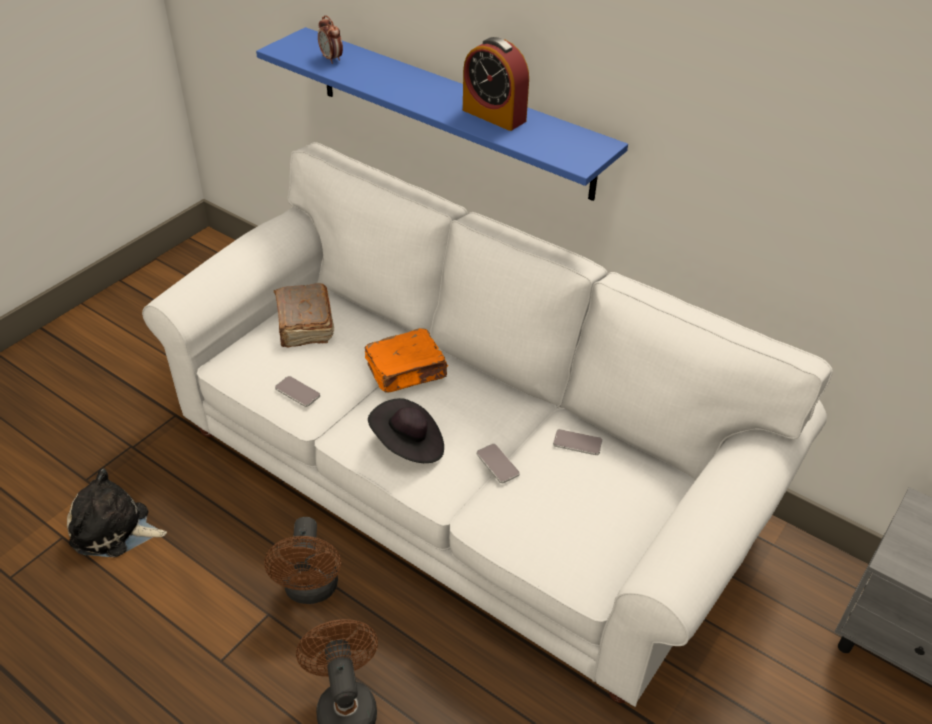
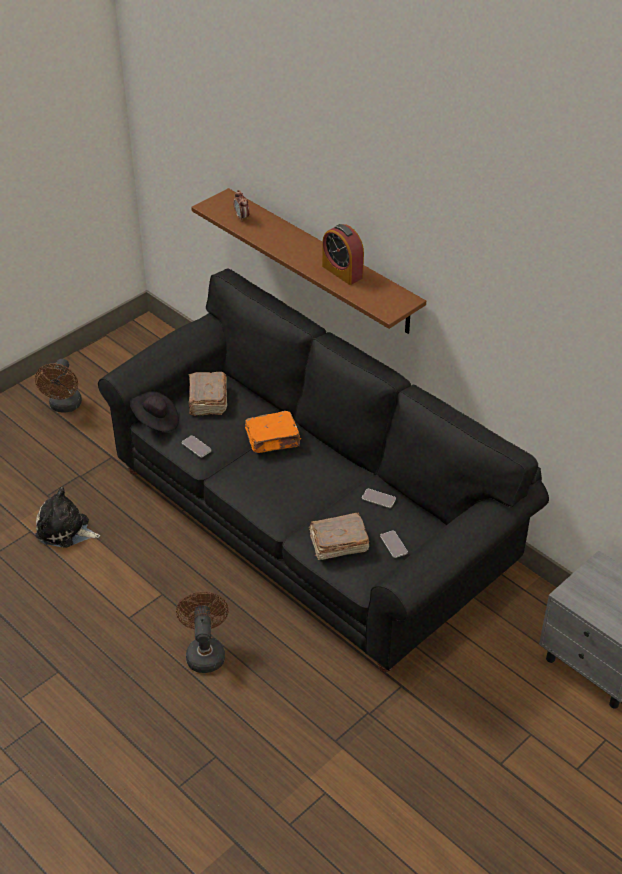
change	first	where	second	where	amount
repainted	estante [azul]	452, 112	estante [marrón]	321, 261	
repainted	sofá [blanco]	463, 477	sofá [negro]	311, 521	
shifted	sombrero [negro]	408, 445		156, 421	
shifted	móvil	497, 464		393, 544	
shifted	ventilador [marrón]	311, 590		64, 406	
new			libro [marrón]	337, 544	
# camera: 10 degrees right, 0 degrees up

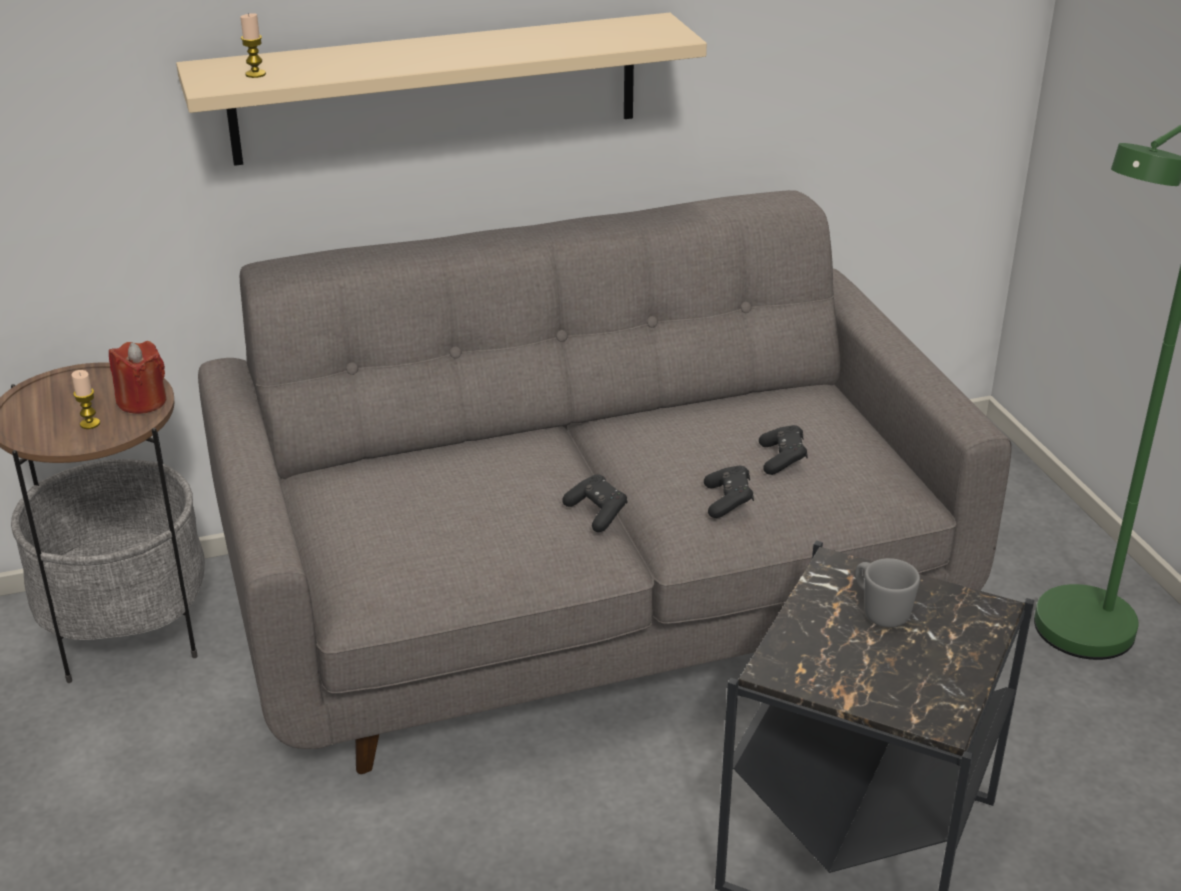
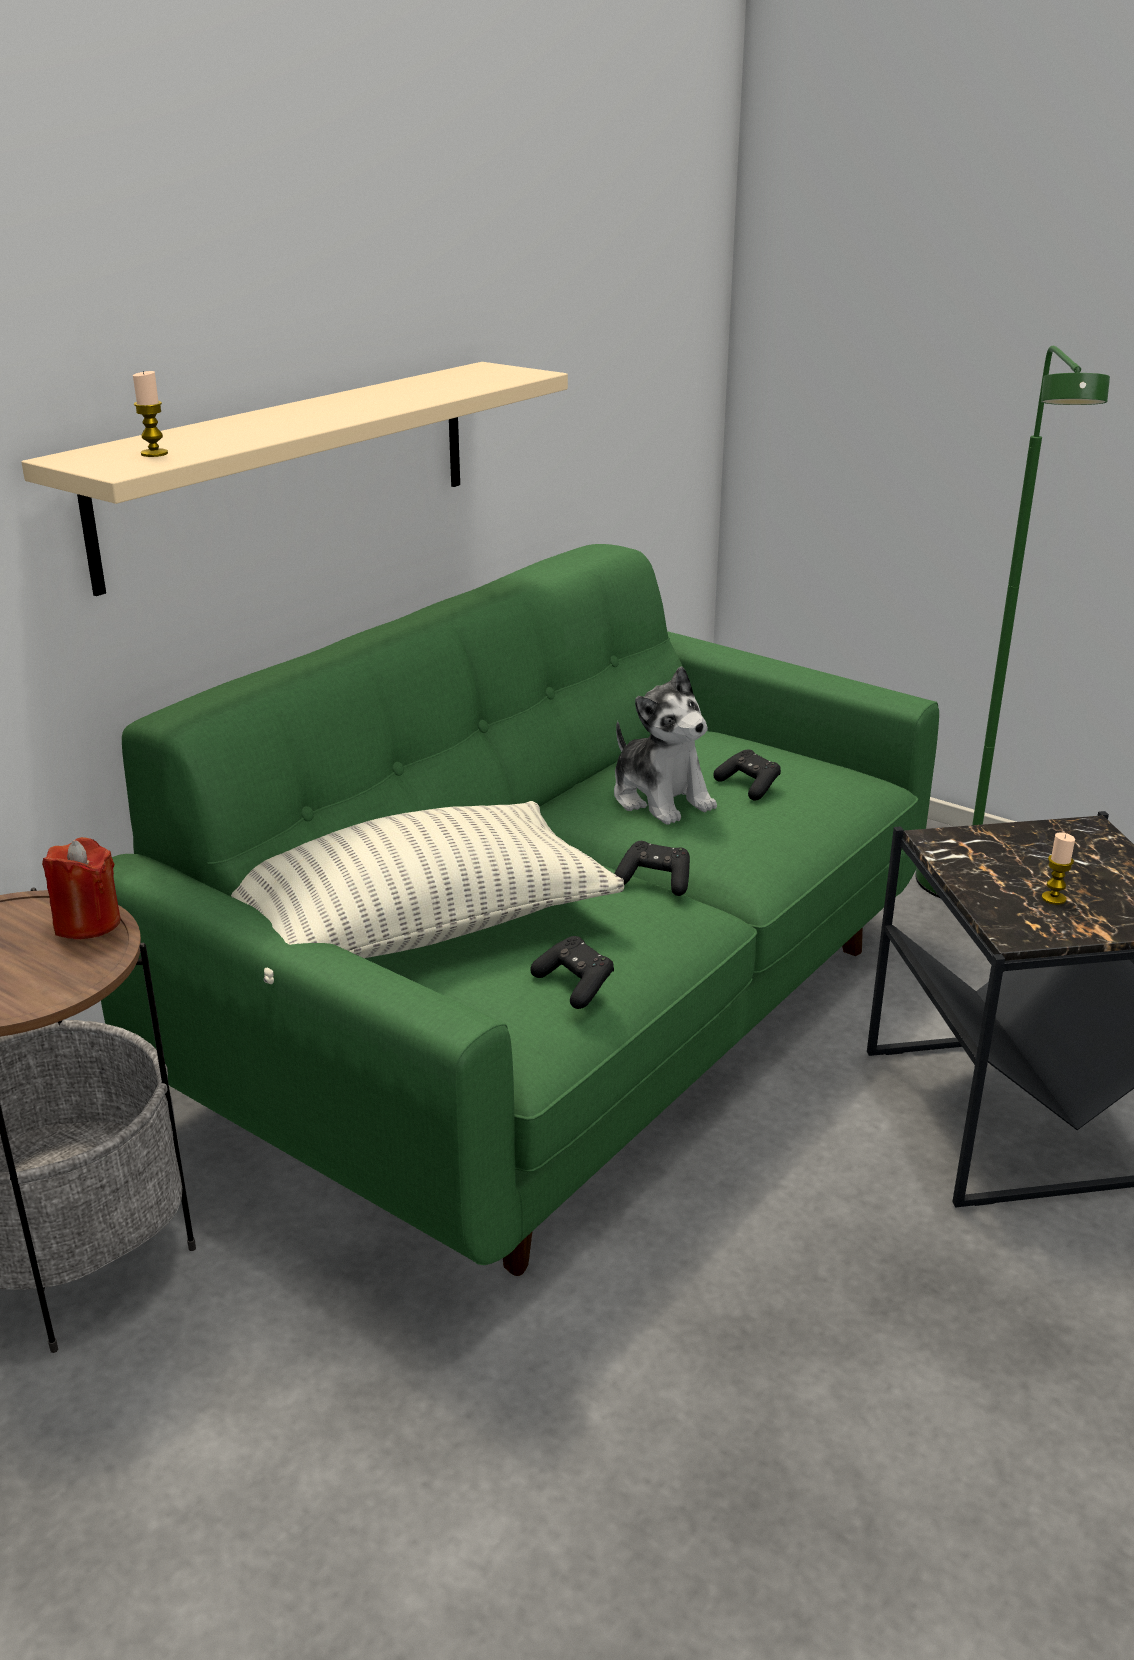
change	first	where	second	where	amount
repainted	sofá [gris]	591, 606	sofá [verde]	565, 1020	
shifted	vela	90, 424		1053, 898	
shifted	mando de consola [negro]	728, 501		575, 985	
gone	taza grande [gris]	880, 612			
new			peluche	661, 798	
new			cojín	419, 929	
# camera: 35 degrees left, 5 degrees down

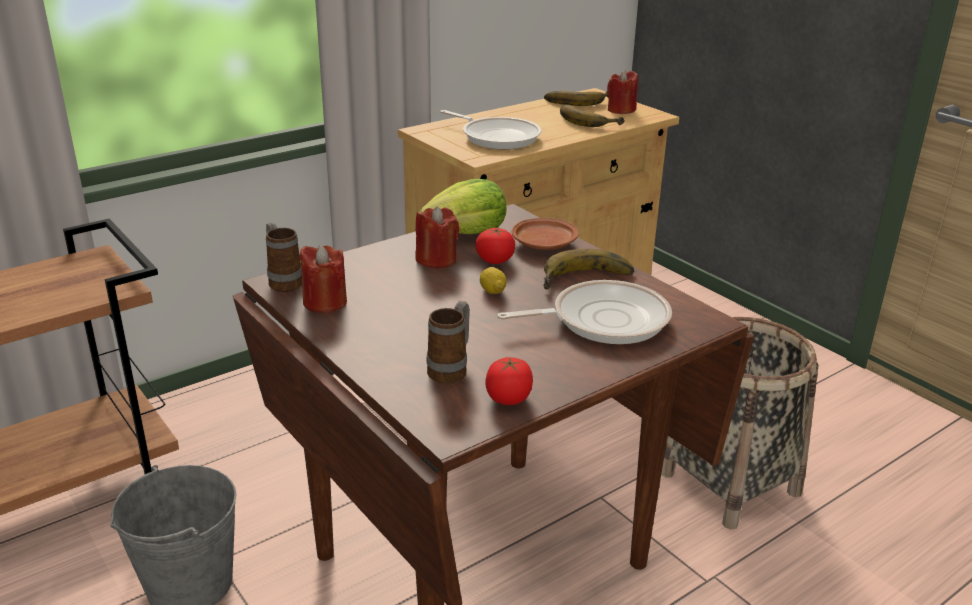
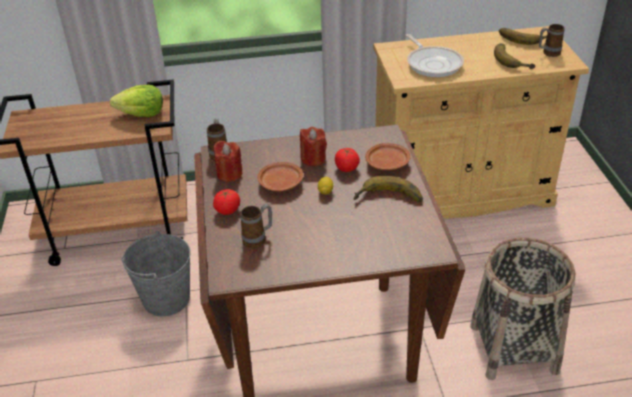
change	first	where	second	where	amount
swapped	vela [rojo]	621, 110	taza grande	548, 53	
shifted	lechuga	466, 233		142, 114	
gone	sartén	603, 320			
shifted	tomate	508, 398		227, 210	
new			plato [marrón]	281, 183	
# camera: 30 degrees right, 10 degrees up

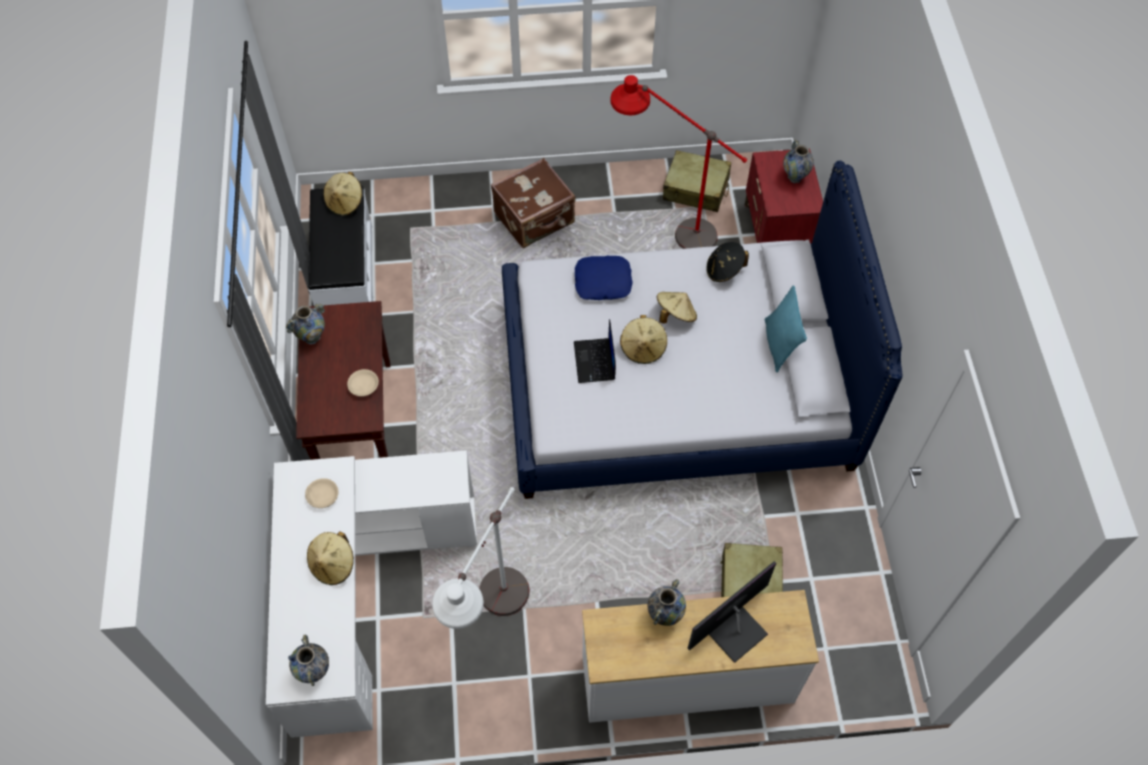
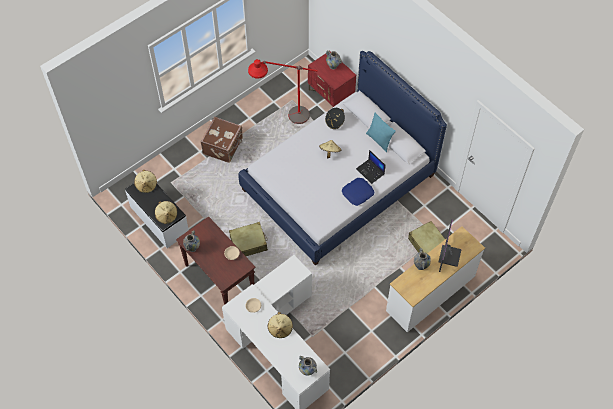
change	first	where	second	where	amount
shifted	maleta [beis]	696, 189		248, 243	
shifted	cojín [azul]	603, 282		358, 193	
shifted	sombrero [beis]	643, 348		166, 216	
shifted	portátil	595, 361		370, 171	
gone	lámpara de pie [blanco]	492, 625			
# camera: 35 degrees left, 0 degrees up

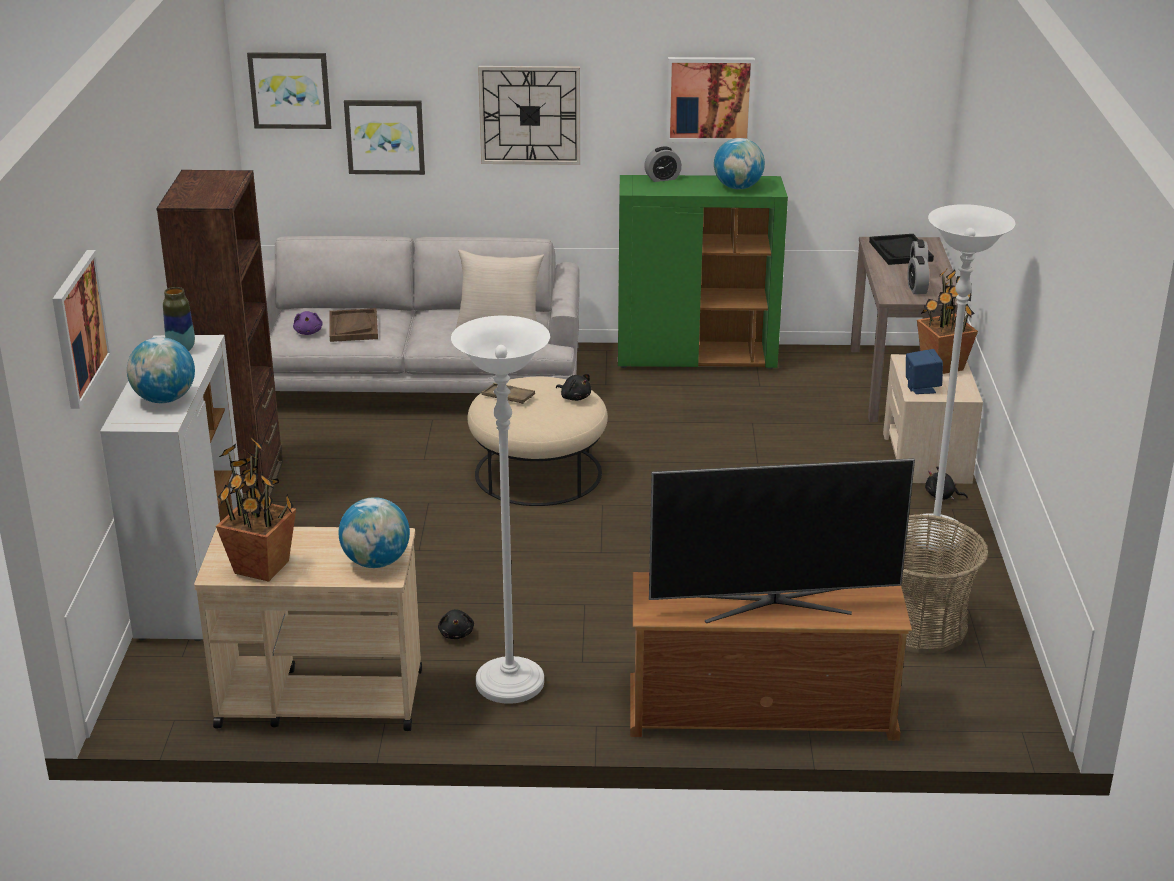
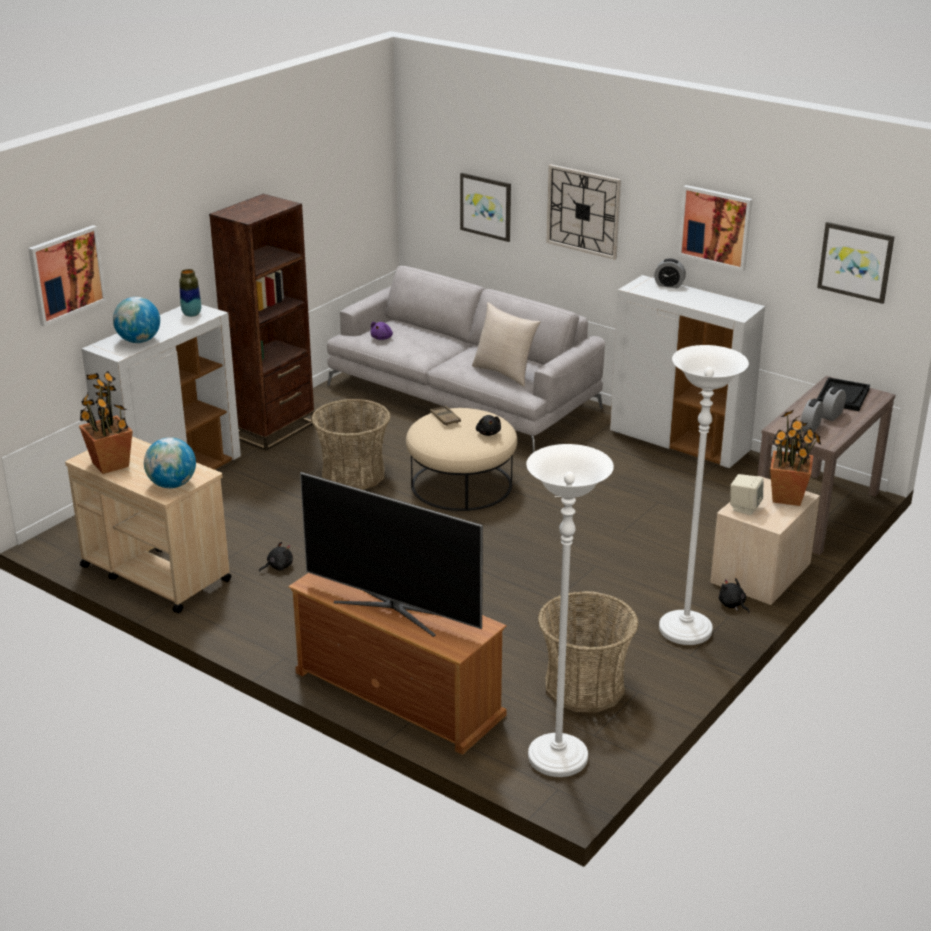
change	first	where	second	where	amount
shifted	cuadro	290, 90		855, 262	
gone	globo terráqueo	738, 187			
repainted	armario [verde]	697, 357	armario [blanco]	680, 442	
gone	bandeja [marrón]	353, 327			
shifted	lámpara de pie [blanco]	510, 684		557, 758	
repainted	altavoz [azul]	921, 388	altavoz [beis]	744, 507	
rotated	peluche [negro]	456, 633		278, 567	150 degrees counterclockwise
new			cesta	353, 474	
# camera: 35 degrees right, 0 degrees up

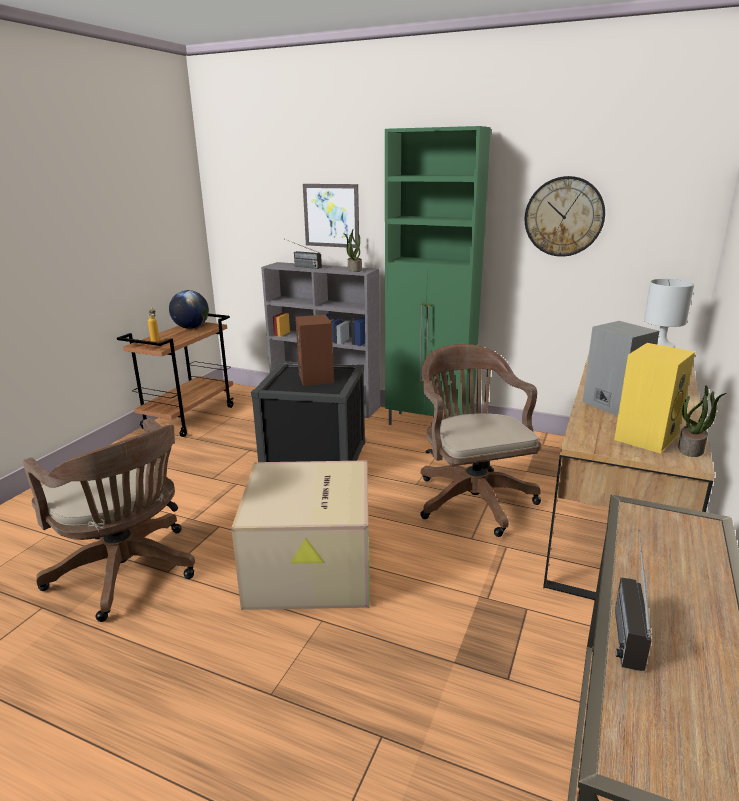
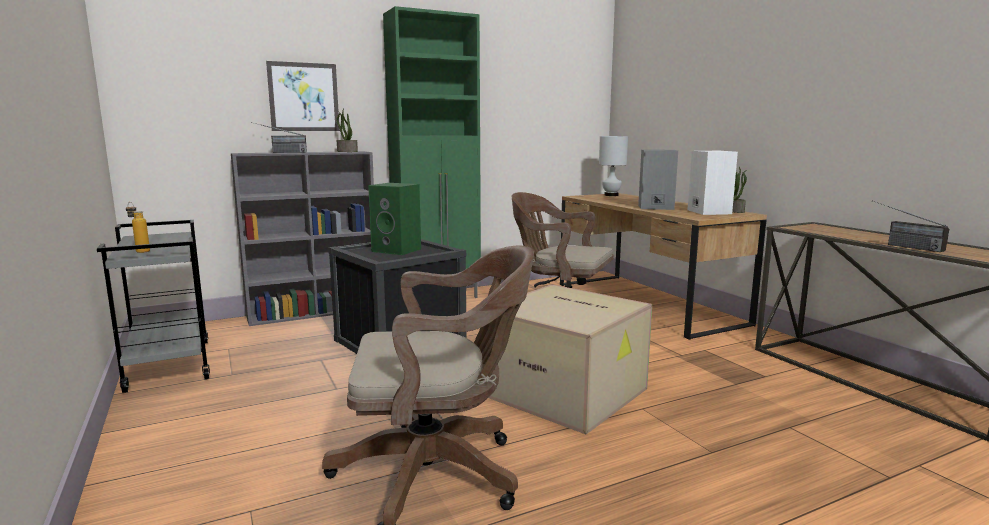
change	first	where	second	where	amount
gone	reloj de pared	564, 216			
gone	globo terráqueo	191, 328			
repainted	carrito [marrón]	189, 417	carrito [gris]	168, 364	
repainted	altavoz [marrón]	317, 378	altavoz [verde]	398, 250	
repainted	altavoz [amarillo]	645, 437	altavoz [blanco]	707, 212	
# camera: 50 degrees left, 10 degrees down

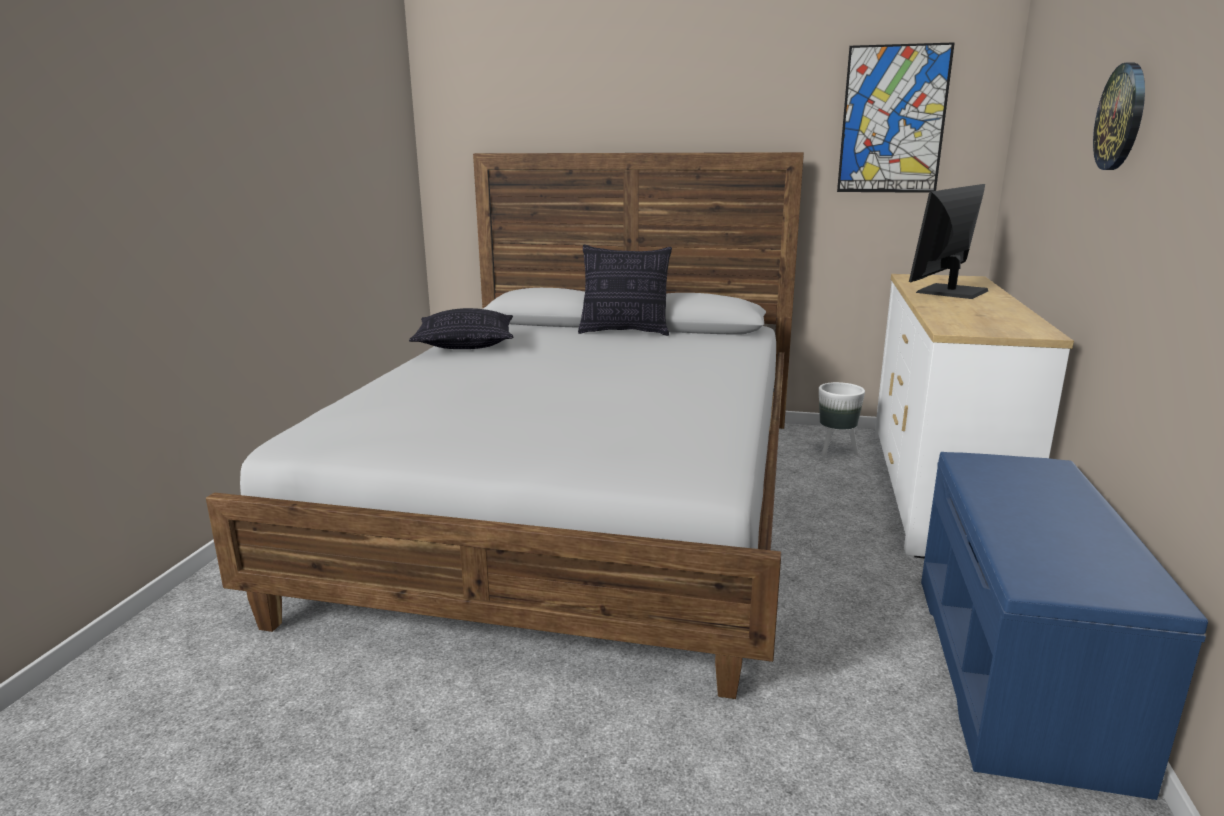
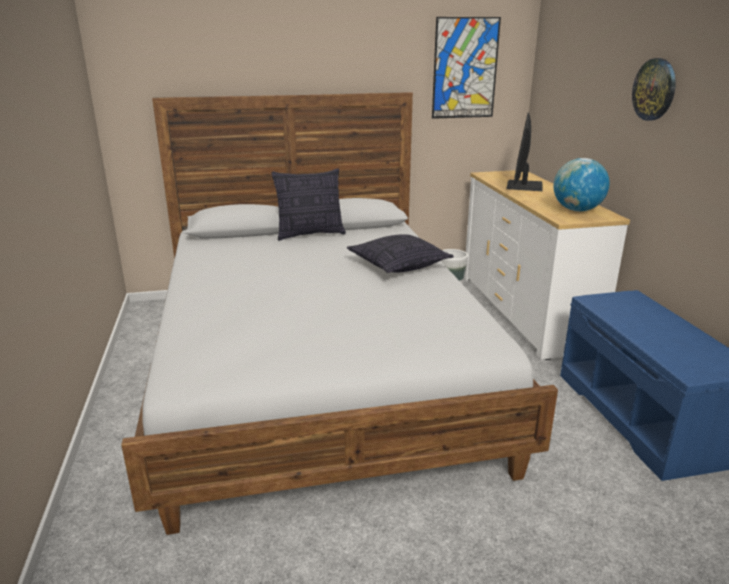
change	first	where	second	where	amount
shifted	cojín	466, 345		399, 265	
new			globo terráqueo	577, 210	
# camera: 25 degrees left, 5 degrees up

